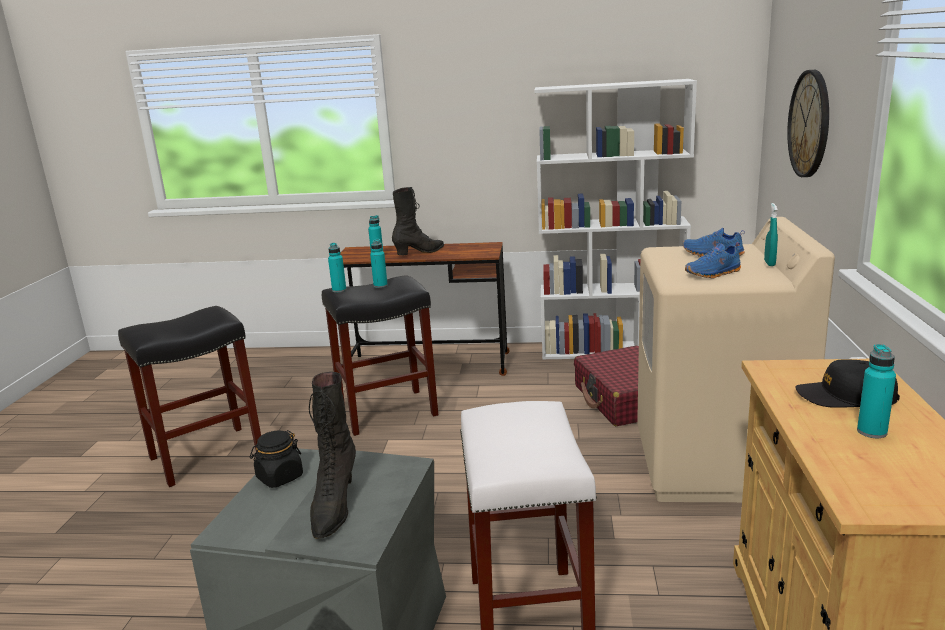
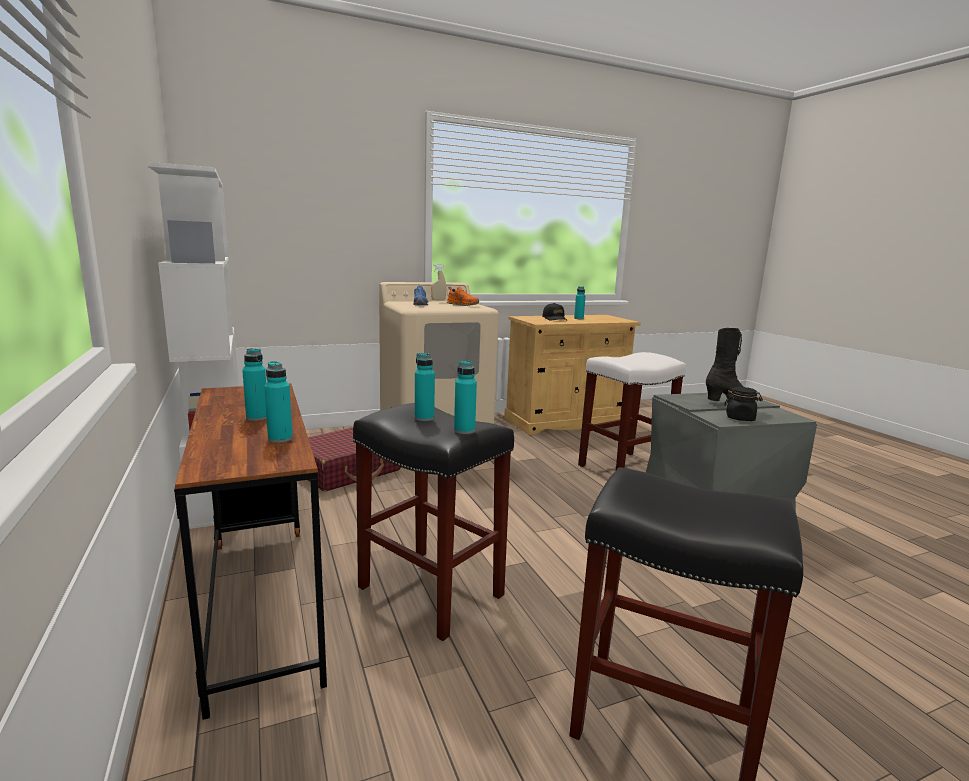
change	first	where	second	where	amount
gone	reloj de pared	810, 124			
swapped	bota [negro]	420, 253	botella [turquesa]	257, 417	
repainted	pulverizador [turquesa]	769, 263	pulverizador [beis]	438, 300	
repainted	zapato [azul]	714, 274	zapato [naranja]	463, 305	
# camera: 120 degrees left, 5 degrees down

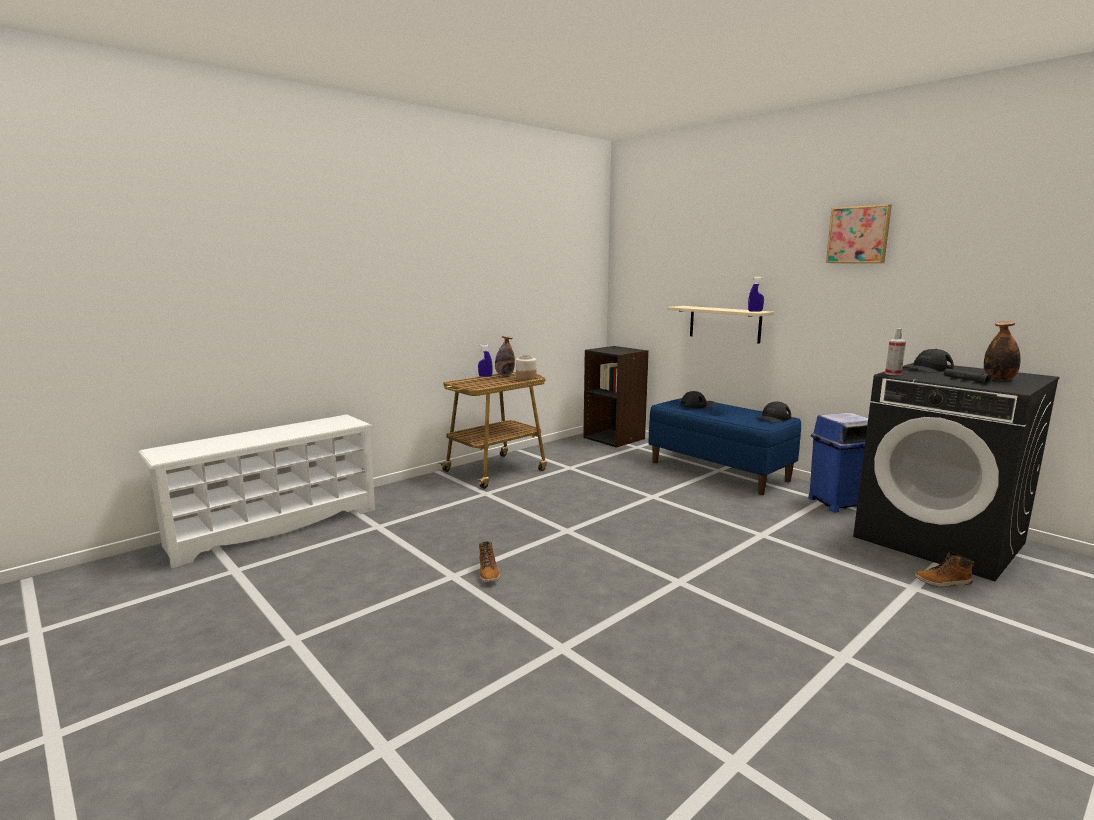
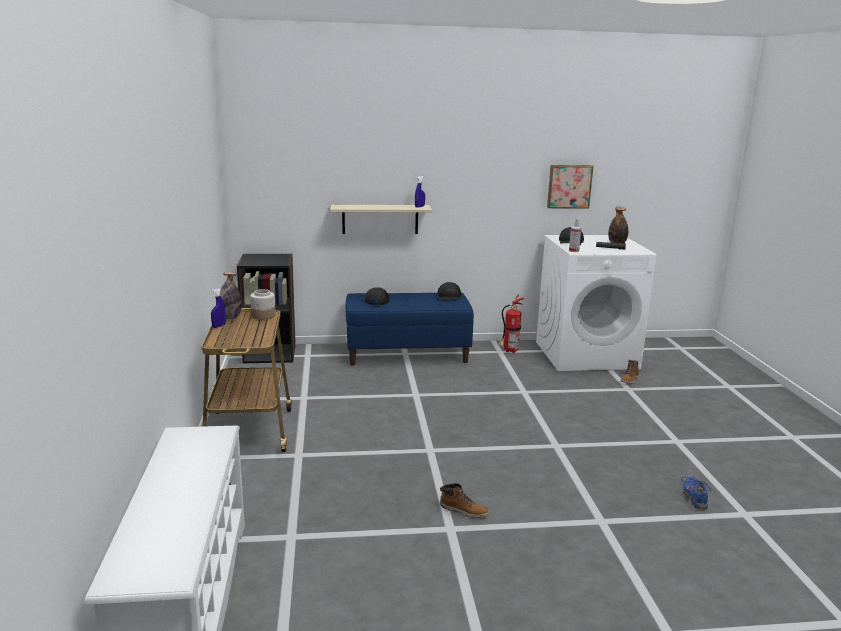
change	first	where	second	where	amount
shifted	cuadro	858, 235		569, 186	
repainted	lavadora [negro]	939, 540	lavadora [blanco]	586, 355	
swapped	papelera [azul]	835, 503	extintor	509, 351	
new			zapato [azul]	695, 497	
# camera: 55 degrees left, 5 degrees up

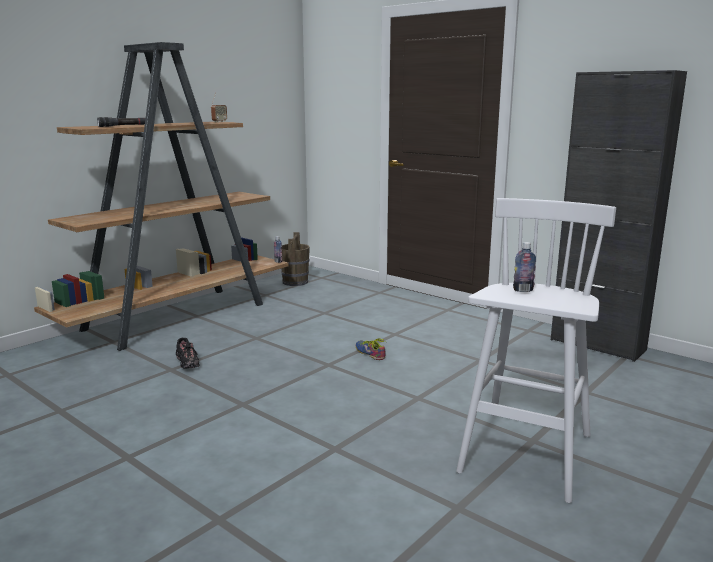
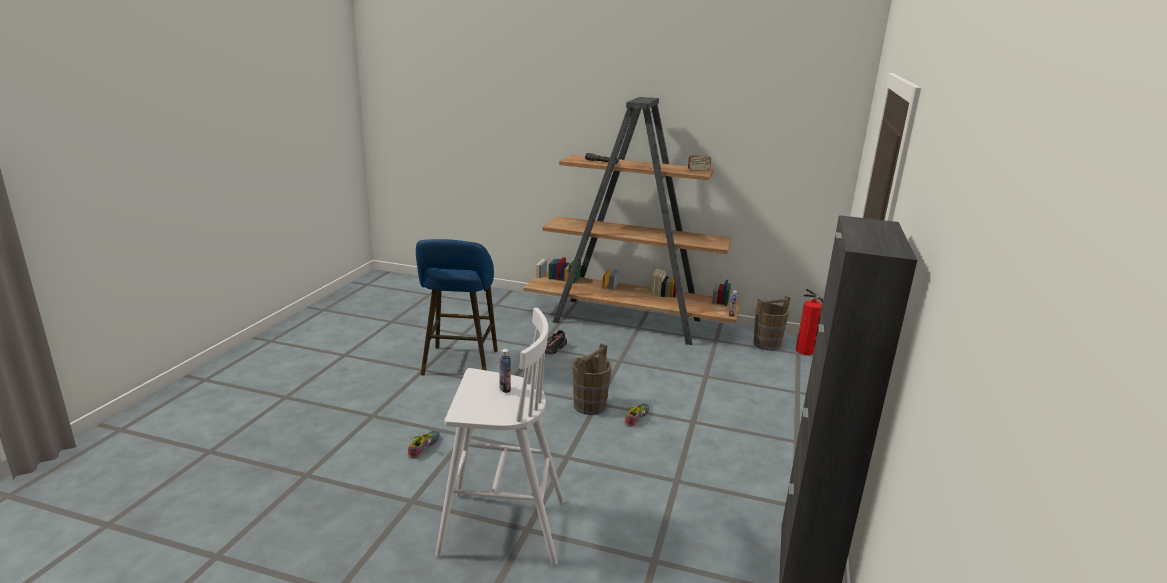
change	first	where	second	where	amount
new			taburete [azul]	459, 365	
new			extintor	805, 351	
new			cubo [marrón]	590, 406	
new			zapato	425, 447	
# camera: 65 degrees right, 5 degrees up

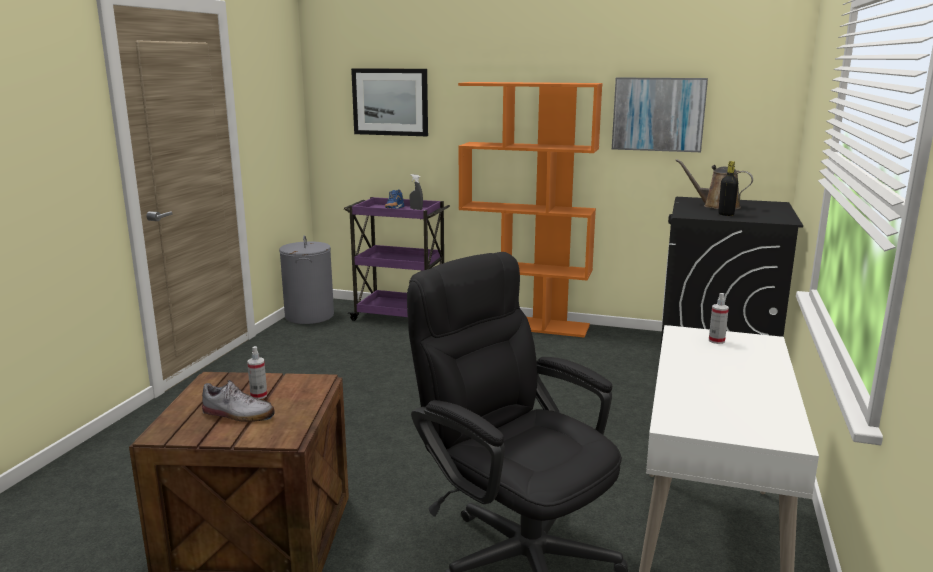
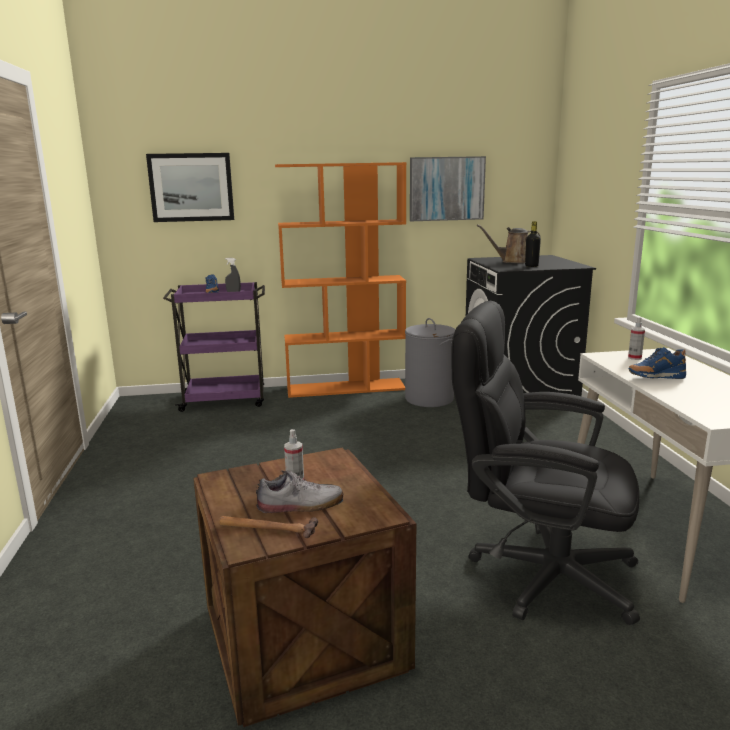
change	first	where	second	where	amount
shifted	cesto de la ropa [gris]	309, 316		429, 399	
new			zapato [azul]	655, 378	
new			martillo	267, 528	
# camera: 25 degrees left, 0 degrees up

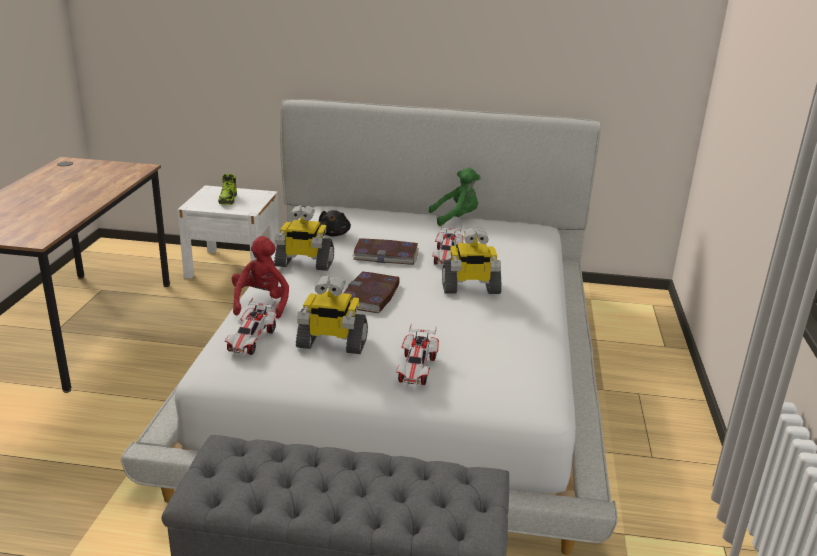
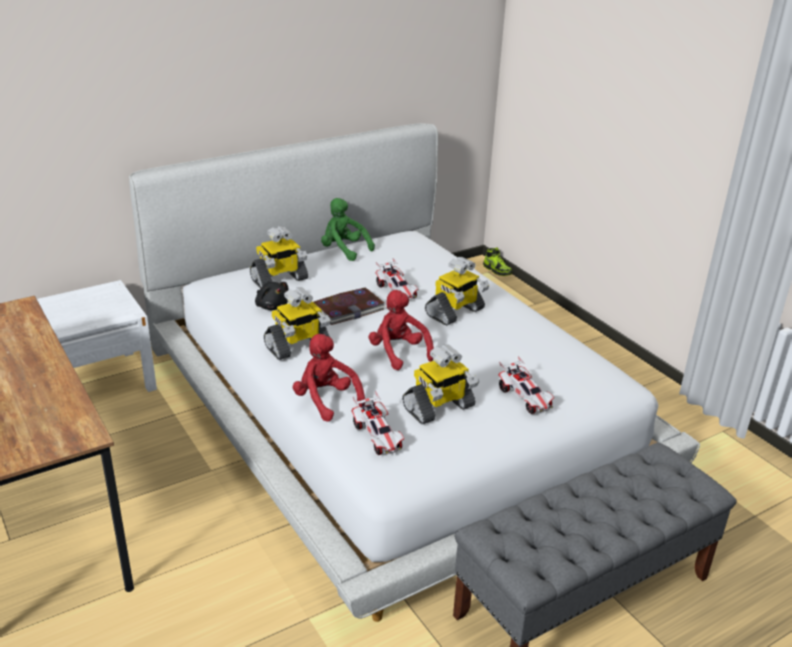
change	first	where	second	where	amount
rotated	peluche [verde]	456, 218		344, 250	90 degrees counterclockwise
shifted	zapato	228, 200		497, 270	
swapped	libro	370, 296	peluche [rojo]	398, 353	
new			robot de juguete	279, 279	
# camera: 40 degrees left, 5 degrees up

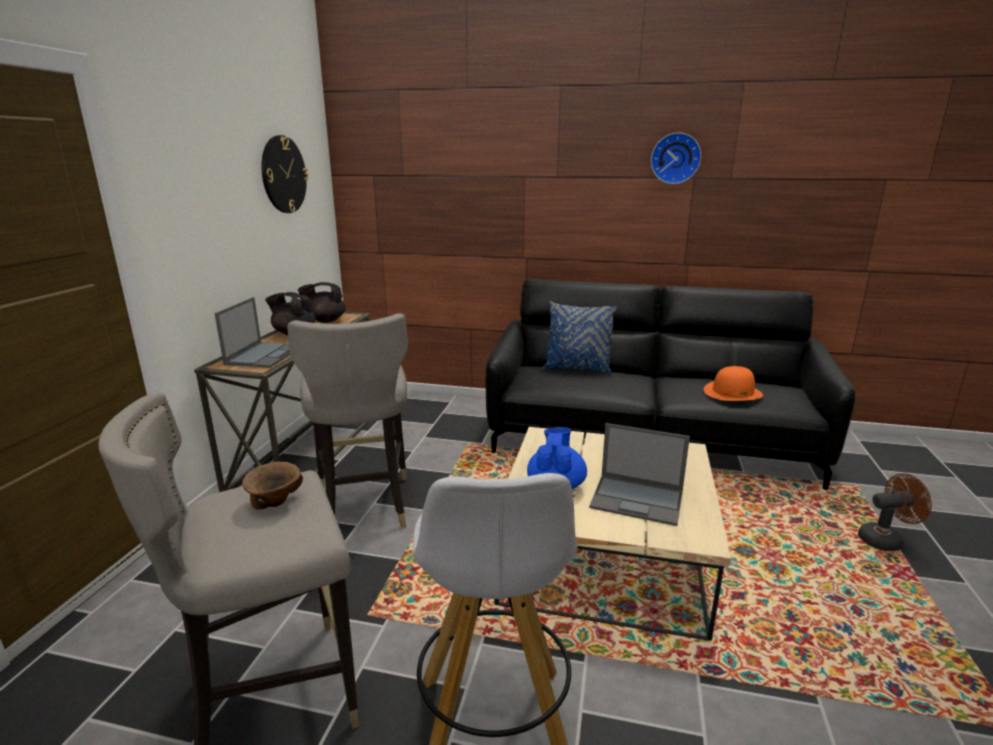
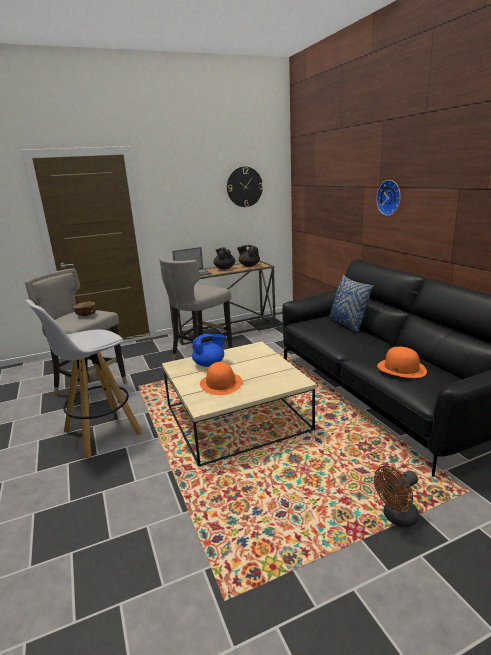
change	first	where	second	where	amount
shifted	reloj de pared	675, 158		390, 197	
swapped	portátil	638, 500	sombrero [naranja]	221, 383	
rotated	ventilador [marrón]	885, 540		396, 518	105 degrees clockwise
# camera: 55 degrees right, 0 degrees up

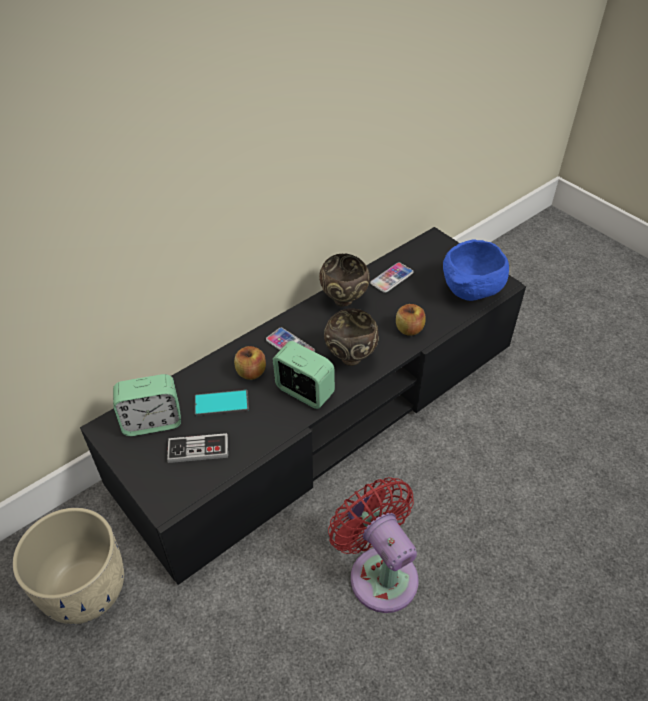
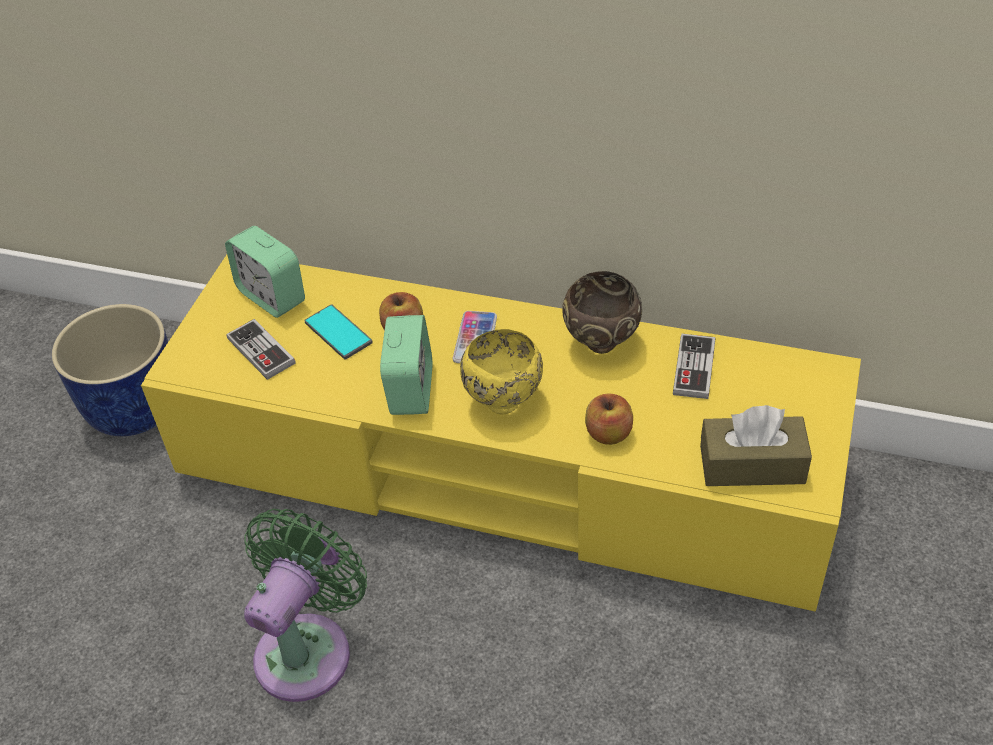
change	first	where	second	where	amount
repainted	mueble de televisión [negro]	324, 413	mueble de televisión [amarillo]	503, 467	
swapped	cuenco [azul]	470, 292	caja de pañuelos [marrón]	752, 465	
swapped	móvil	391, 278	mando de consola	694, 368	
repainted	cuenco [marrón]	350, 357	cuenco [amarillo]	504, 401	
repainted	ventilador [rojo]	379, 572	ventilador [verde]	308, 648	
repainted	maceta [beis]	86, 589	maceta [azul]	134, 408	
# camera: 60 degrees right, 0 degrees up

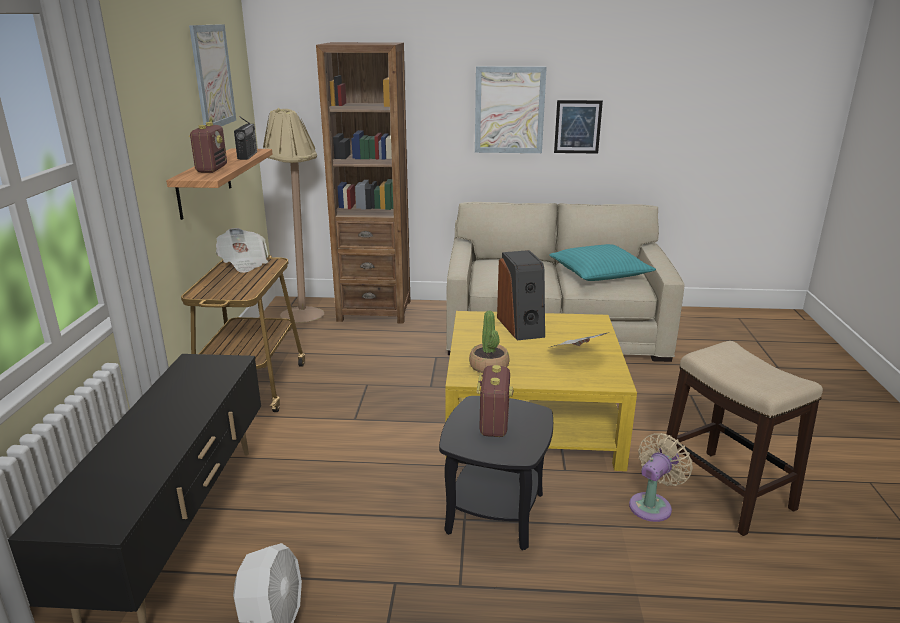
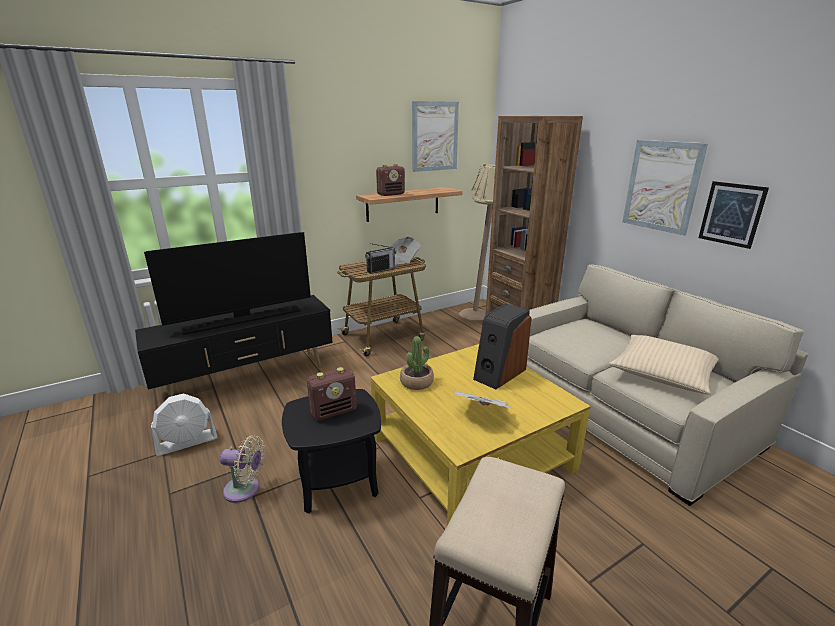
change	first	where	second	where	amount
shifted	radio	247, 155		381, 270	
repainted	cojín [turquesa]	599, 273	cojín [beis]	662, 372	
shifted	ventilador [beis]	652, 505		245, 490	
new			televisor	243, 319	
# camera: 55 degrees right, 0 degrees up

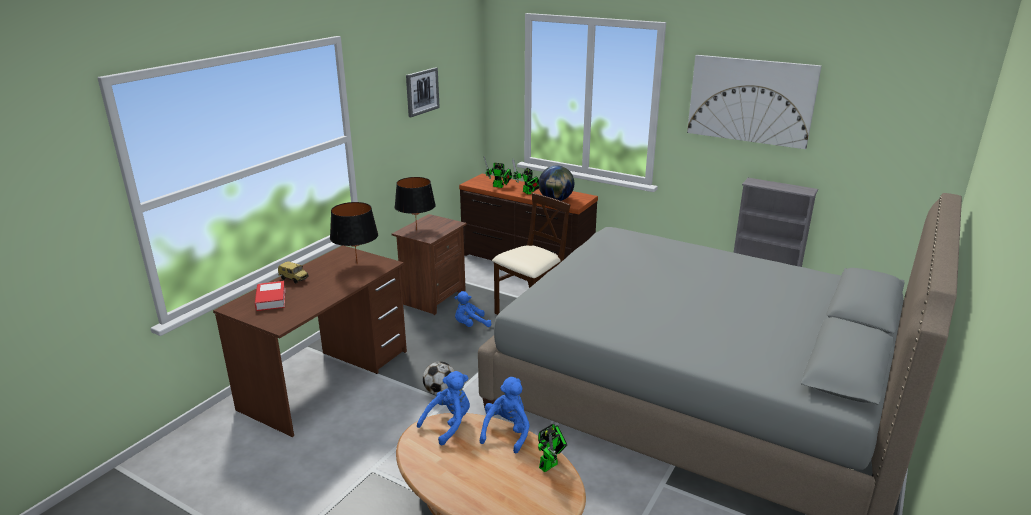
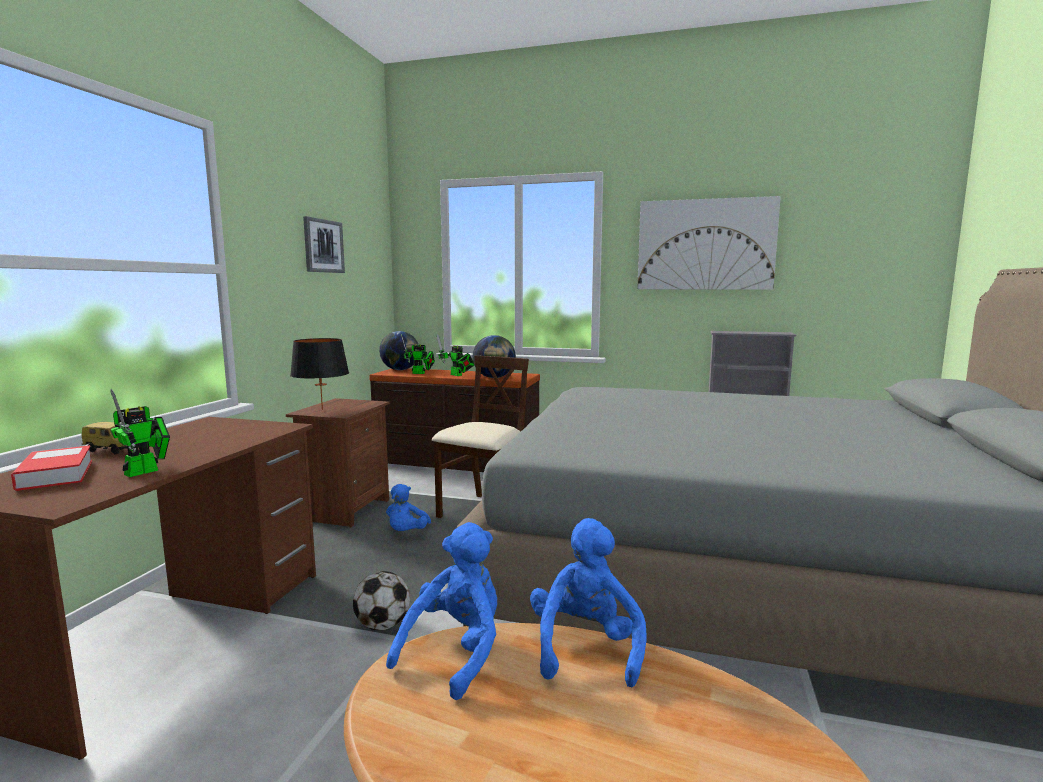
change	first	where	second	where	amount
gone	lámpara de mesa [negro]	357, 264			
rotated	peluche [azul]	470, 325		406, 533	45 degrees counterclockwise
shifted	robot de juguete	550, 464		146, 471	
new			globo terráqueo	400, 370	
# camera: 15 degrees left, 15 degrees down

